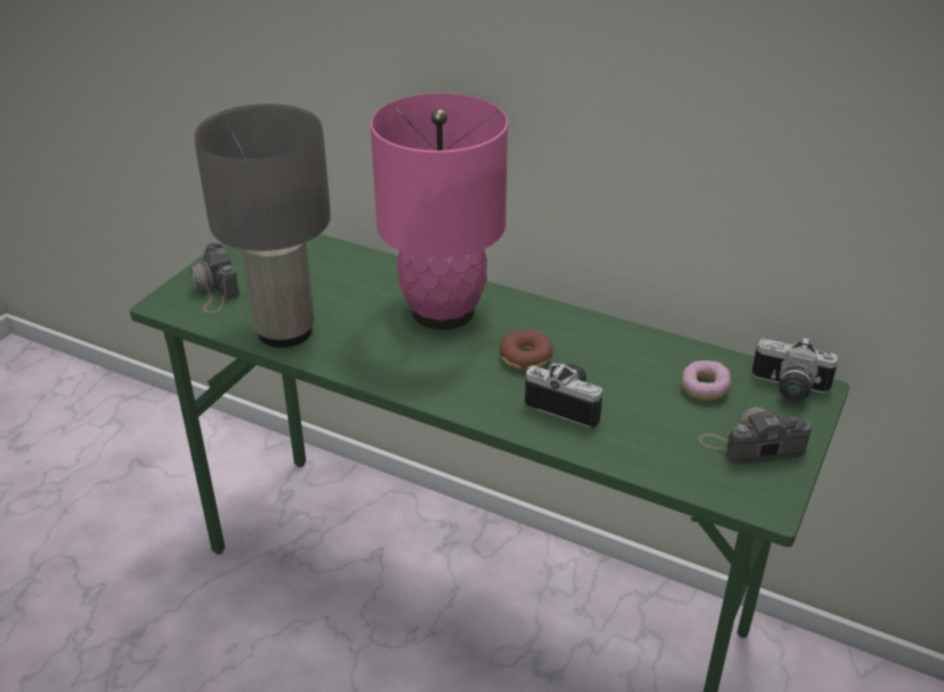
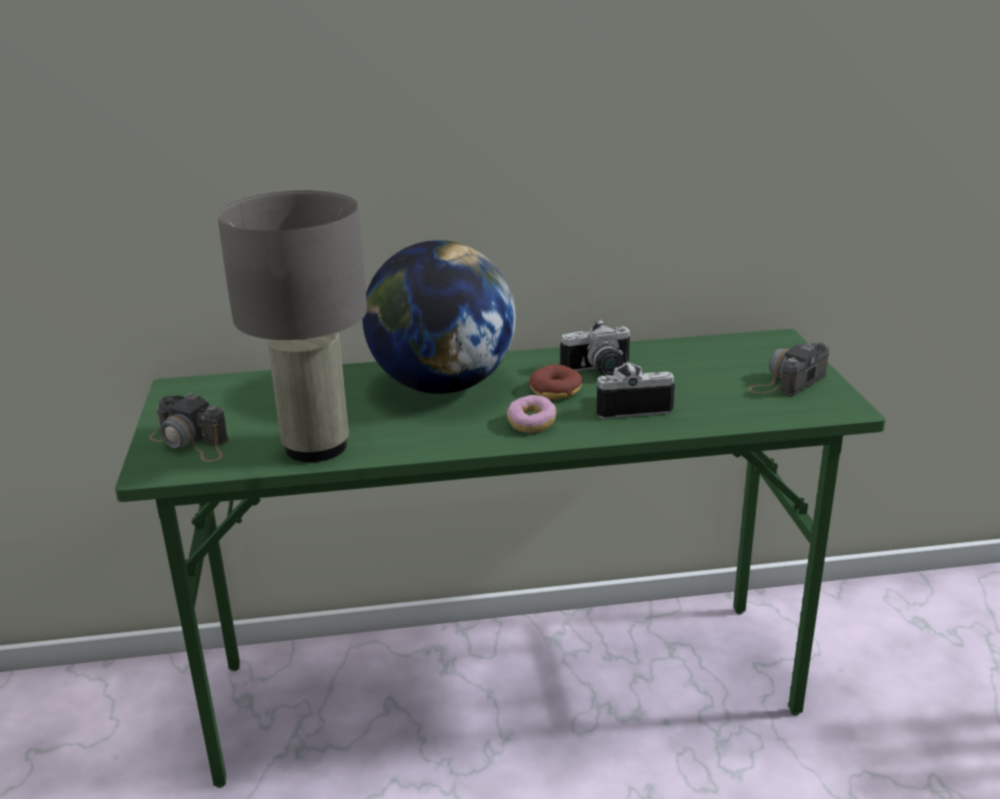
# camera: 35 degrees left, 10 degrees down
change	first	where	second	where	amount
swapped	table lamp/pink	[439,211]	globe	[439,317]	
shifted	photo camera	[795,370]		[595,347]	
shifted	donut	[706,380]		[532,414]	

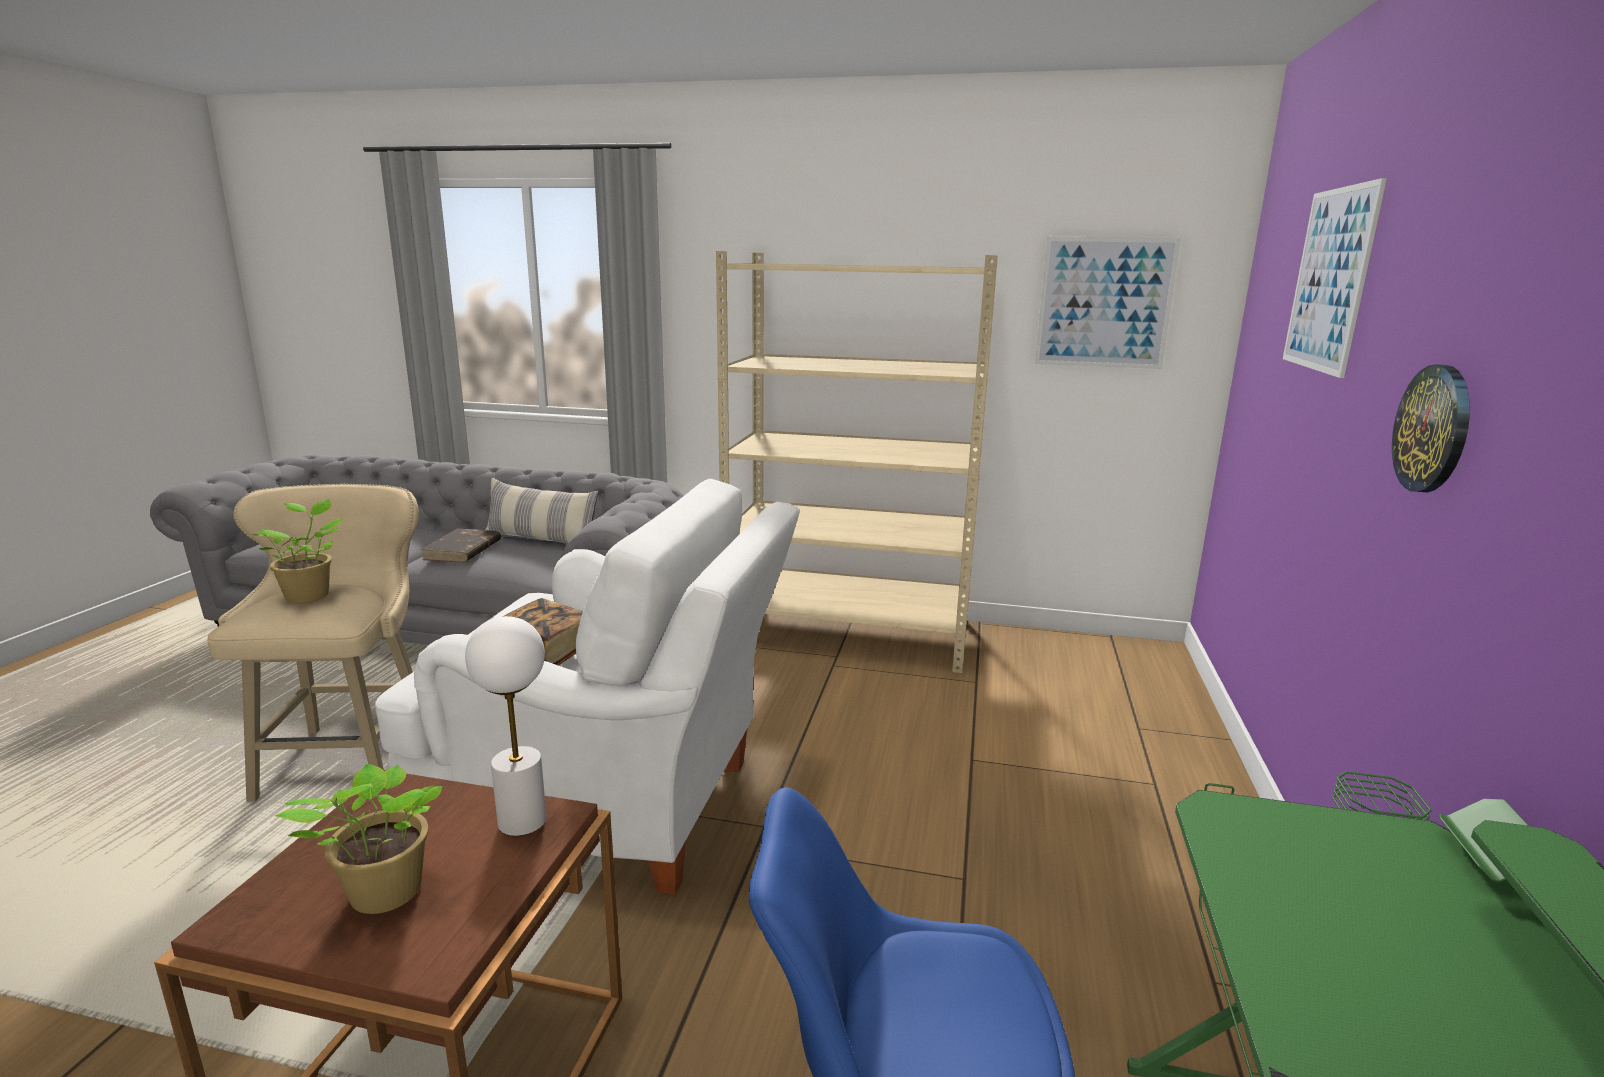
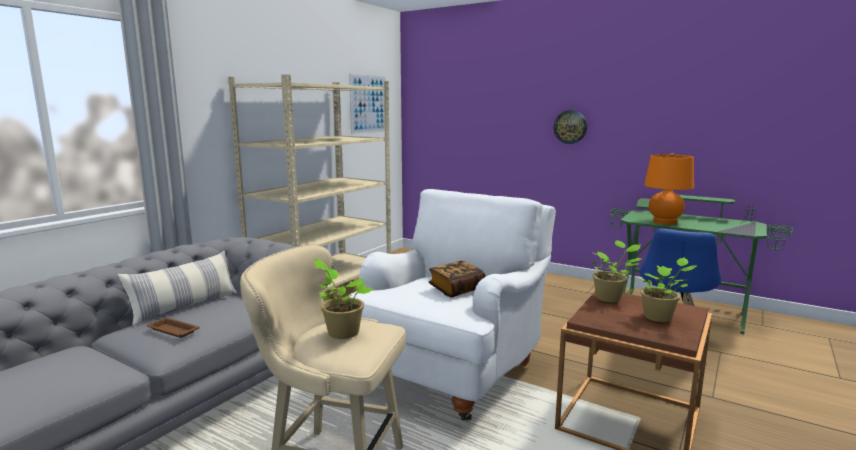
# camera: 70 degrees left, 5 degrees down
change	first	where	second	where	amount
gone	picture	[1335,278]			
swapped	book/brown	[460,546]	tray/brown	[173,328]	
swapped	table lamp/white	[506,726]	potted plant	[616,271]	
new			table lamp/orange	[669,189]	

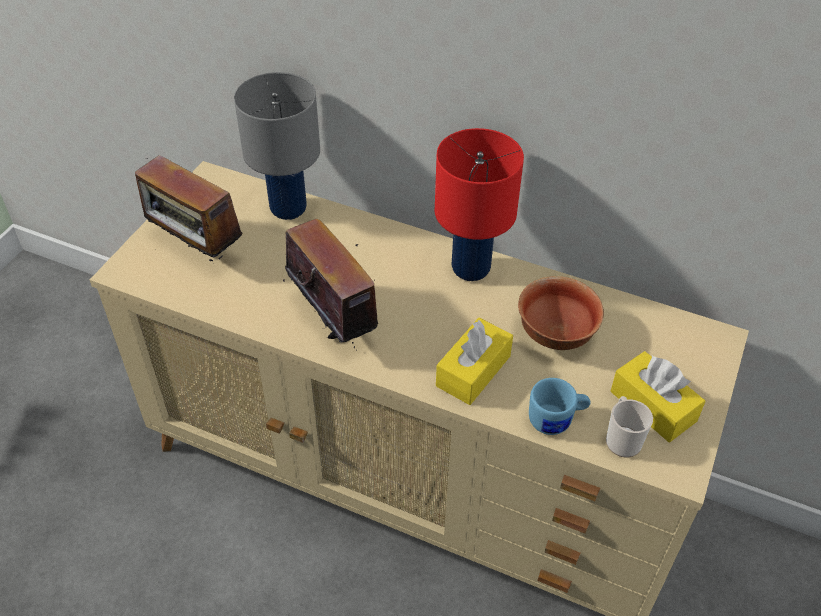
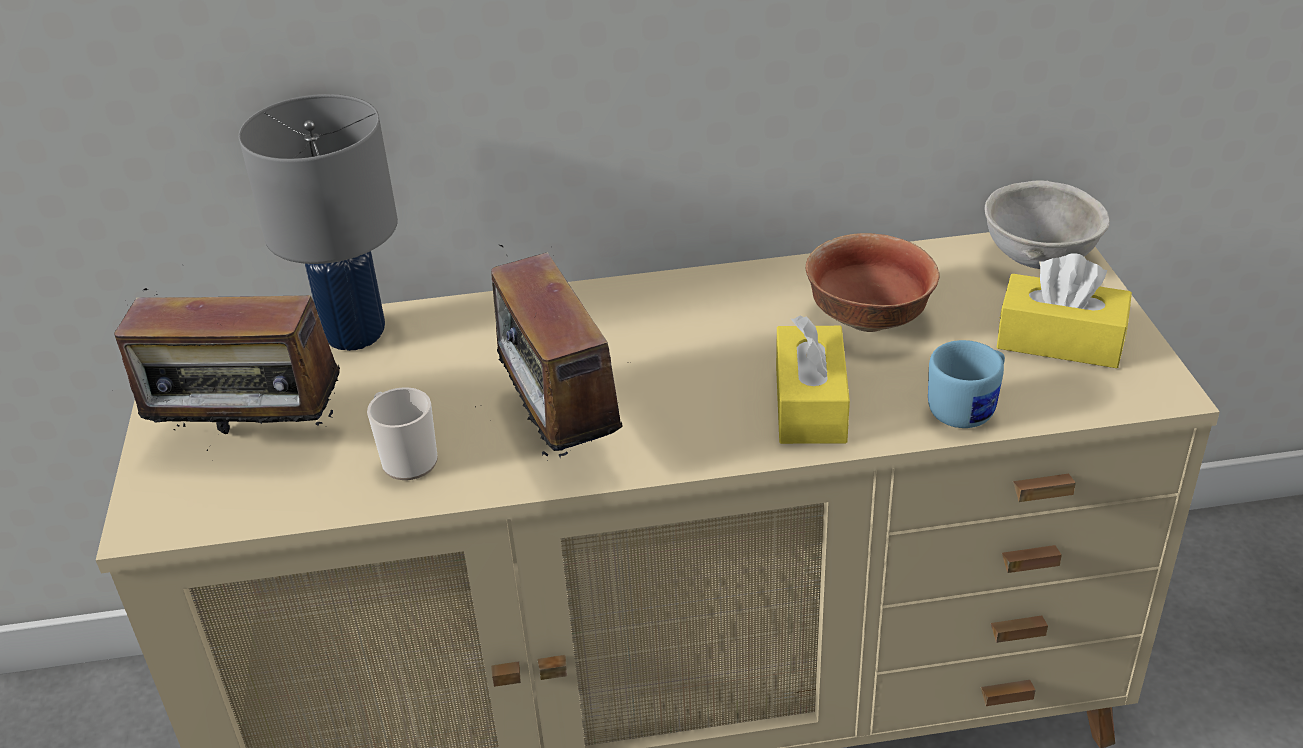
# camera: 30 degrees left, 10 degrees down
change	first	where	second	where	amount
gone	table lamp/red	[479,204]			
rotated	radio	[330,284]		[552,351]	135 degrees counterclockwise
shifted	mug	[629,427]		[402,433]	
new			bowl/grey	[1047,224]	

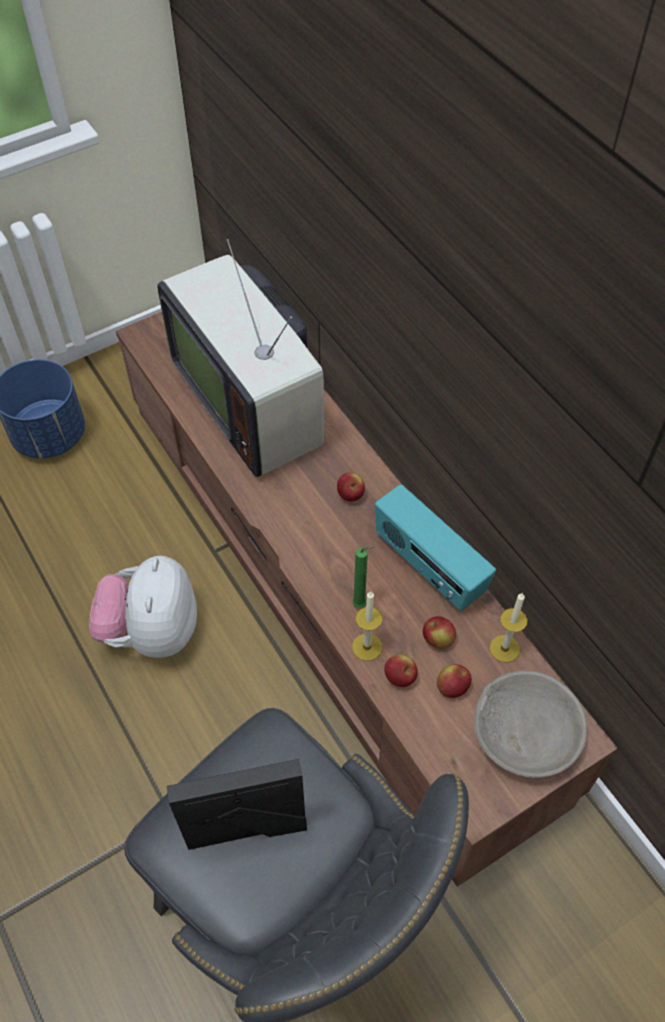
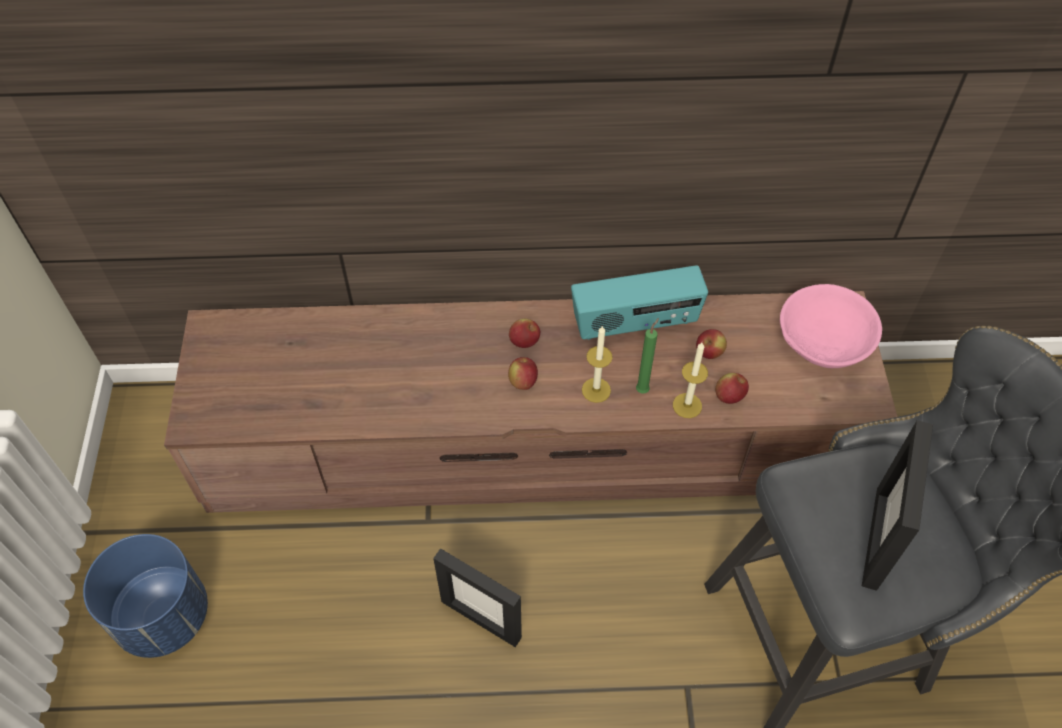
# camera: 60 degrees left, 0 degrees up
change	first	where	second	where	amount
gone	television	[240,358]			
swapped	plush toy	[143,607]	picture frame	[477,597]	
shifted	candle	[508,628]		[597,364]	
shifted	apple	[454,681]		[523,373]	
repainted	bowl/grey	[530,724]	bowl/pink	[831,326]	

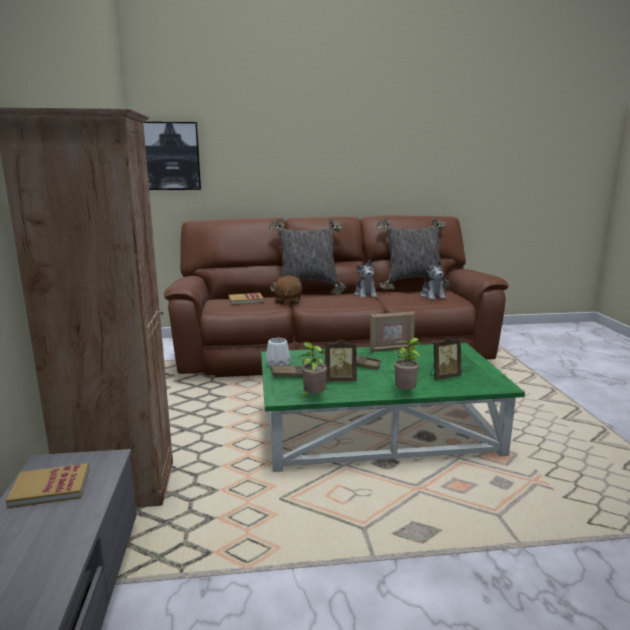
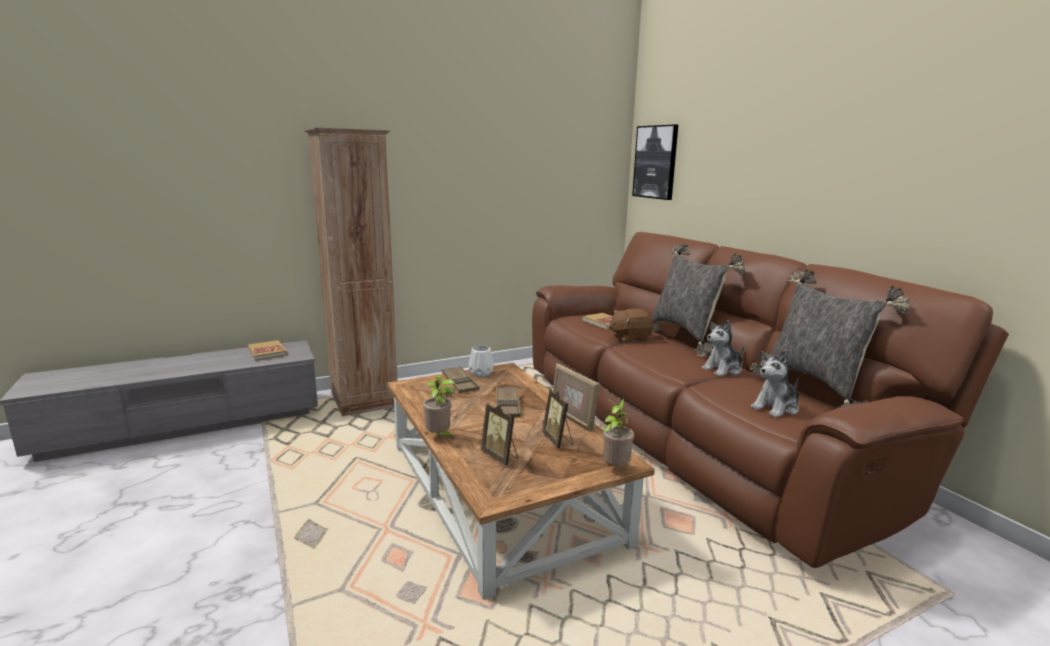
# camera: 70 degrees right, 0 degrees up
change	first	where	second	where	amount
shifted	picture frame	[341,360]		[557,418]	
shifted	potted plant	[312,370]		[618,432]	
repainted	coffee table/green	[393,407]	coffee table/brown	[521,481]	

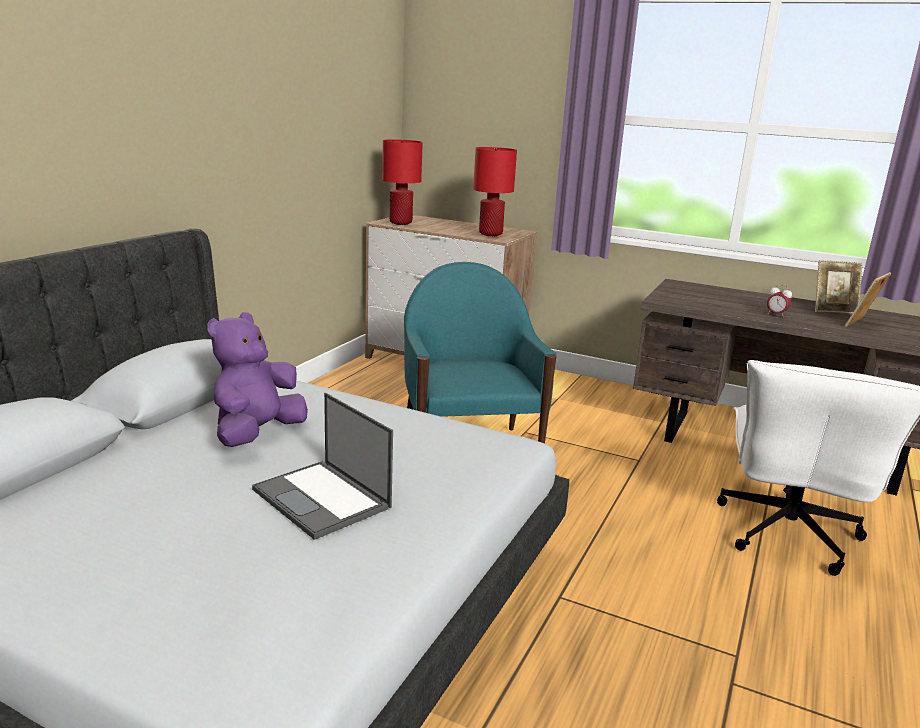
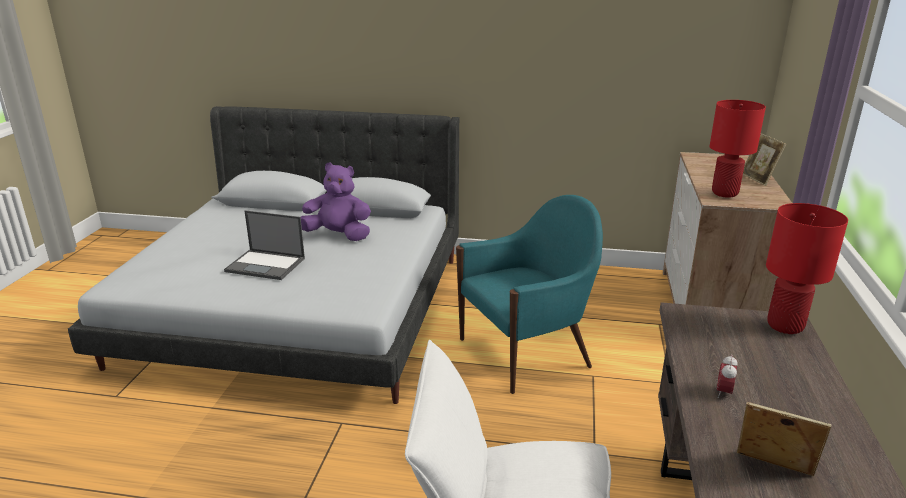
# camera: 75 degrees right, 5 degrees up
change	first	where	second	where	amount
shifted	table lamp/red	[402,182]		[807,268]	
shifted	picture frame	[839,287]		[764,159]	
rotated	laptop	[322,466]		[264,245]	105 degrees counterclockwise

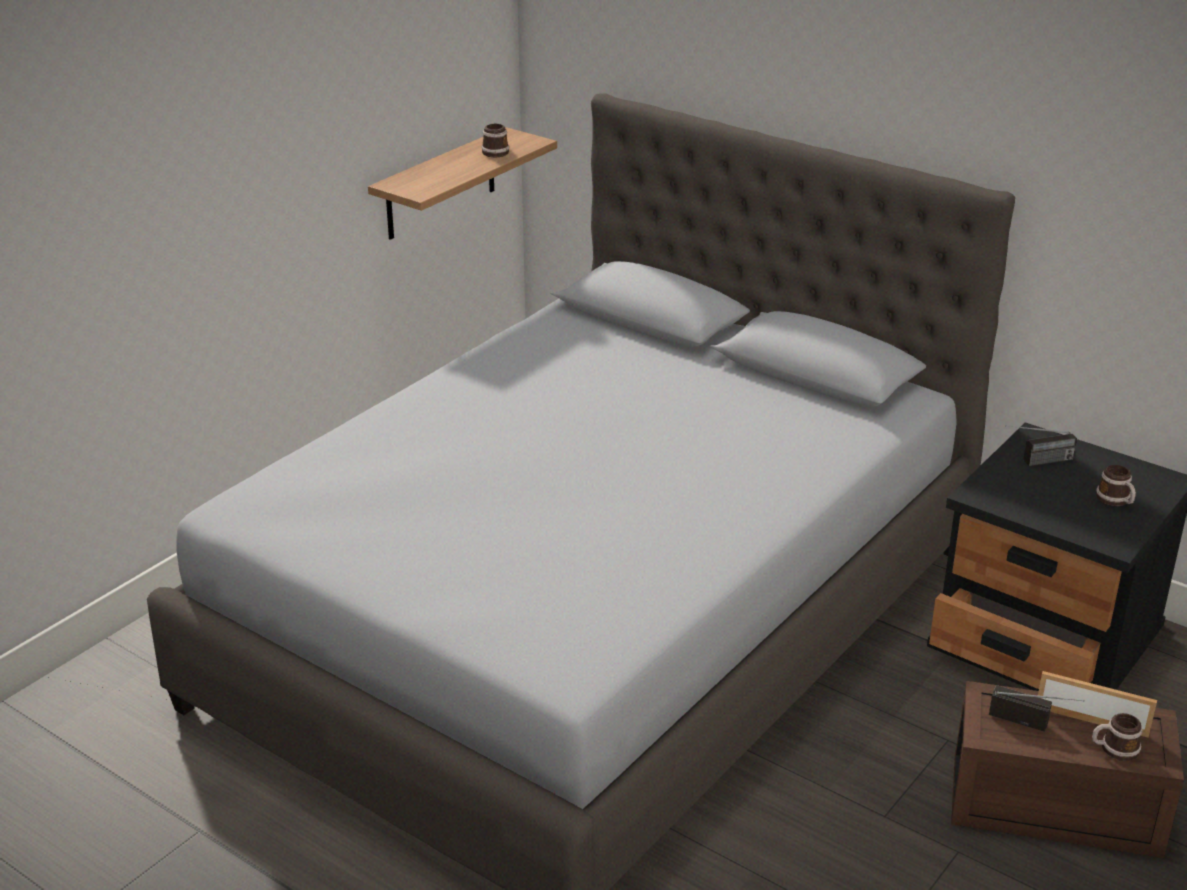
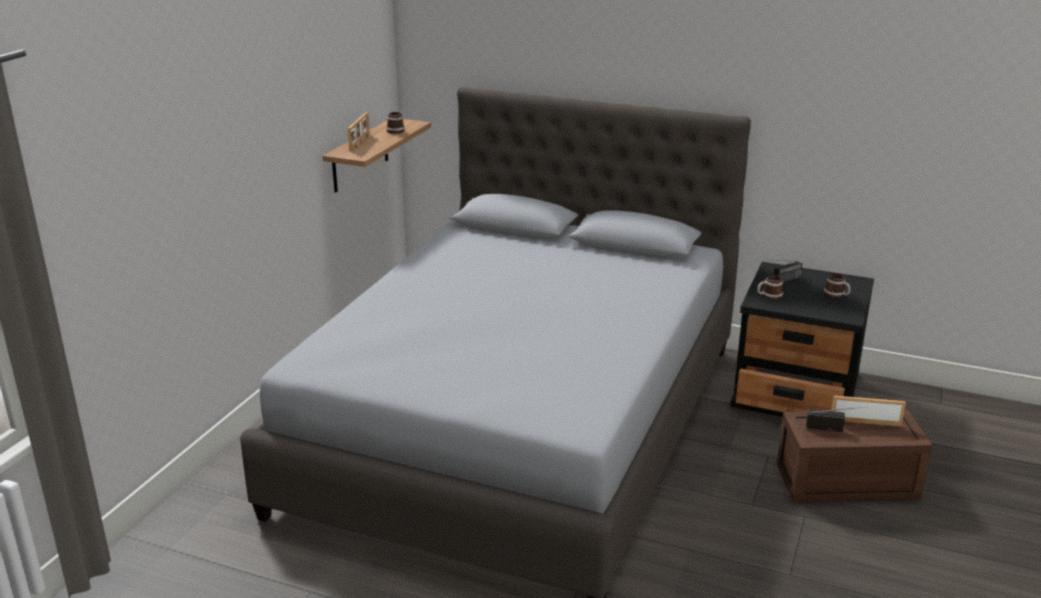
# camera: 15 degrees left, 5 degrees down
change	first	where	second	where	amount
shifted	mug	[1117,737]		[770,287]	
new			picture frame	[359,131]	

